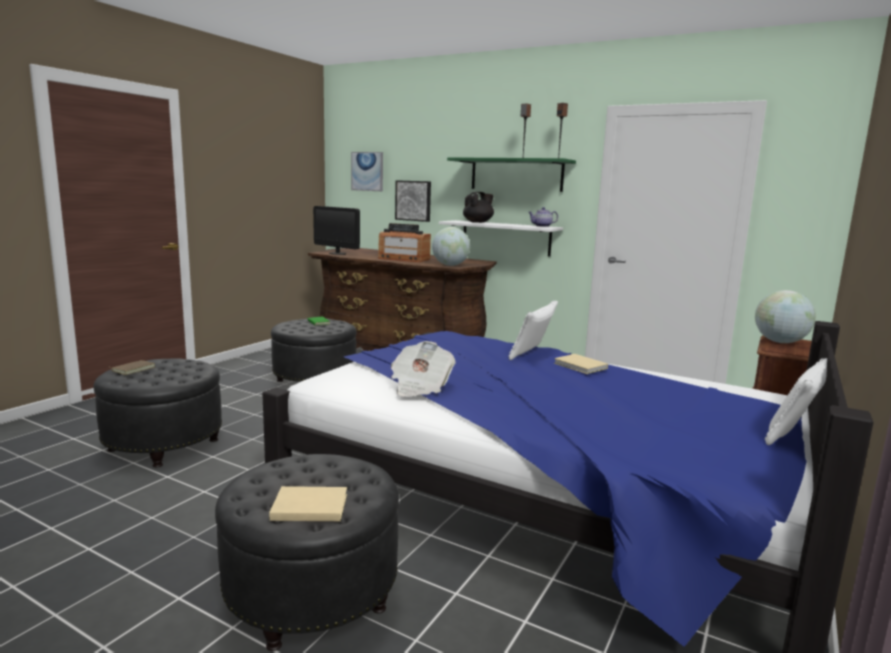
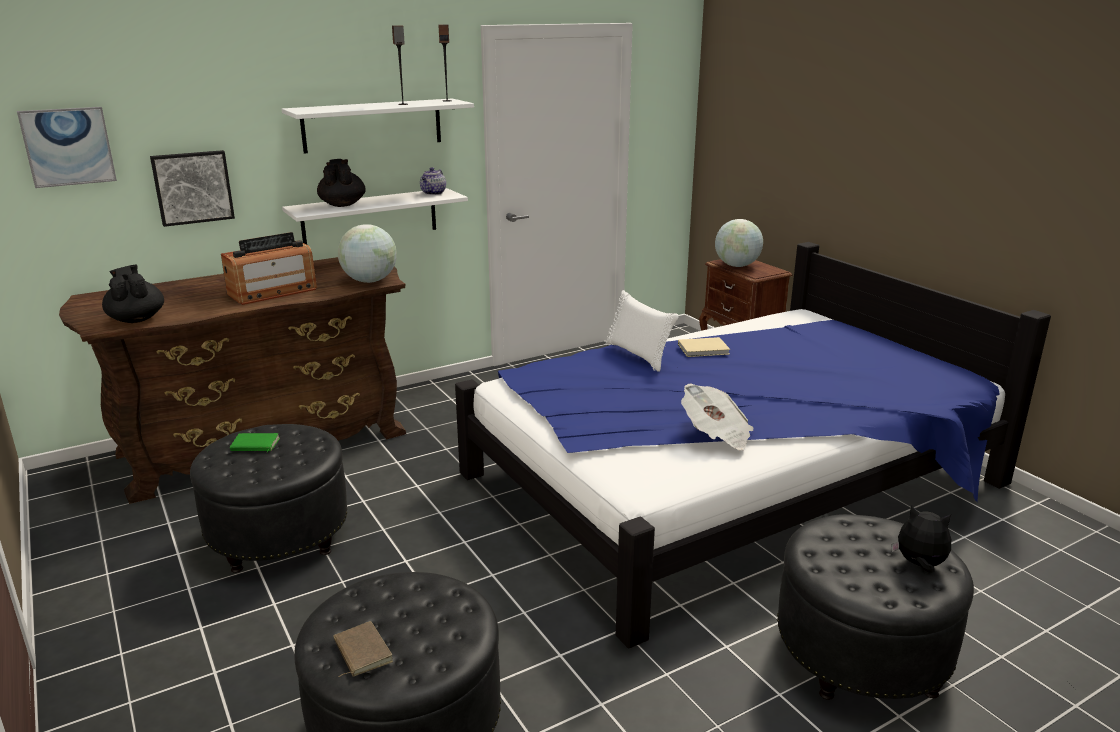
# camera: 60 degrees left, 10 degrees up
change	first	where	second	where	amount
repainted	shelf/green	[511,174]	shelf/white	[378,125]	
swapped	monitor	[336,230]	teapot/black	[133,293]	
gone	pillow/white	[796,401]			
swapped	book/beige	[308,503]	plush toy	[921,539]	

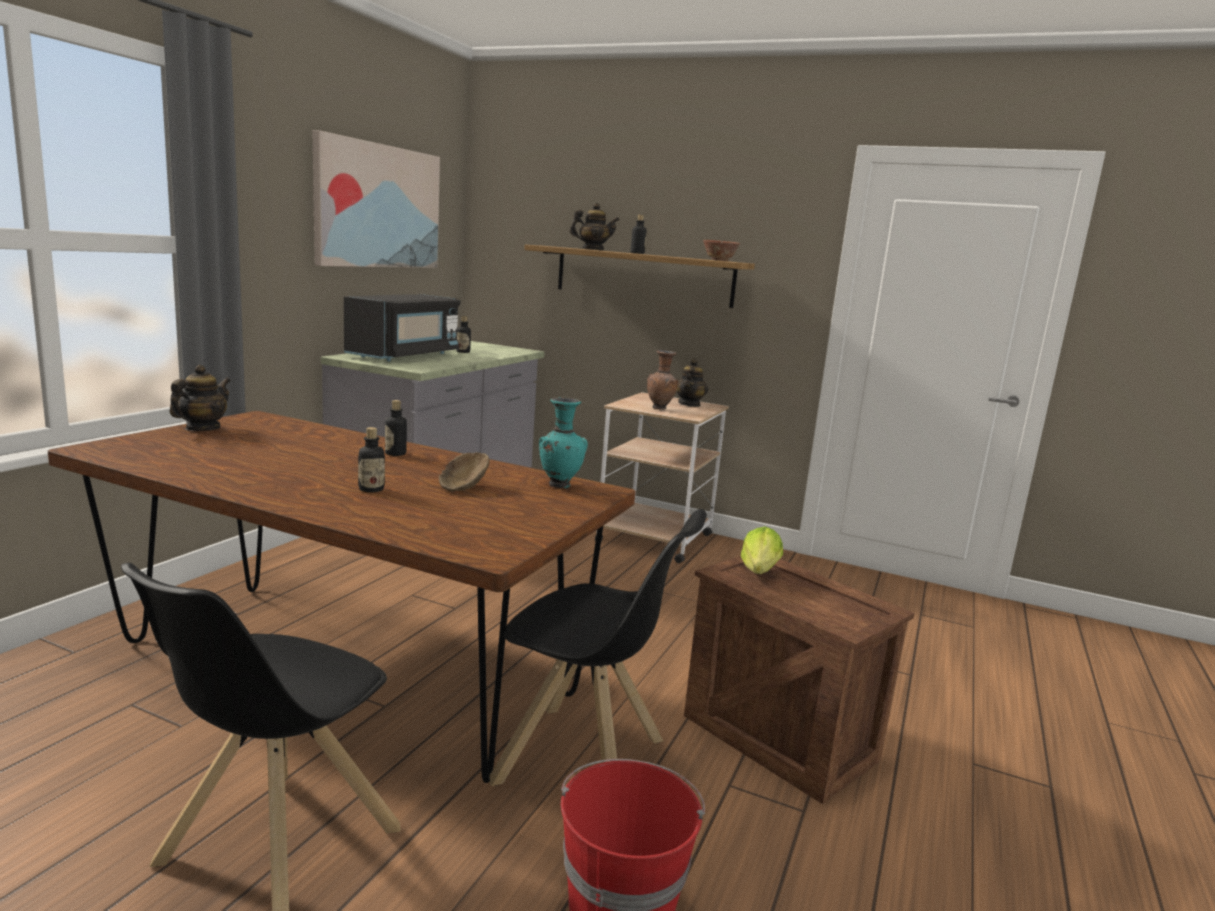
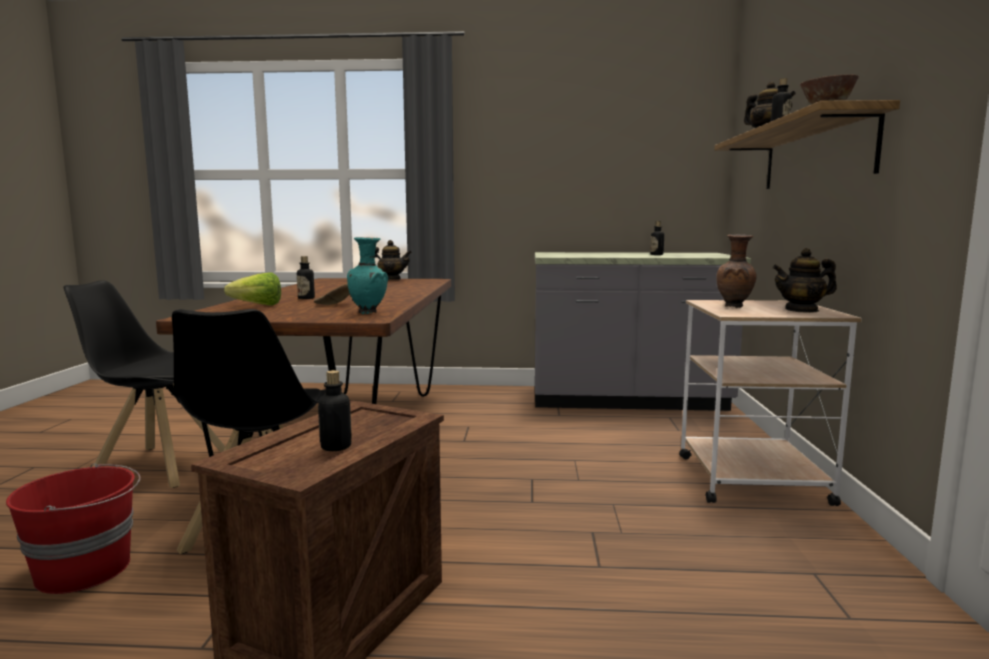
# camera: 70 degrees right, 5 degrees down
change	first	where	second	where	amount
gone	picture	[376,199]			
gone	microwave/black	[402,327]			
shifted	bottle	[396,428]		[335,410]	
shifted	lettuce	[762,550]		[252,289]	

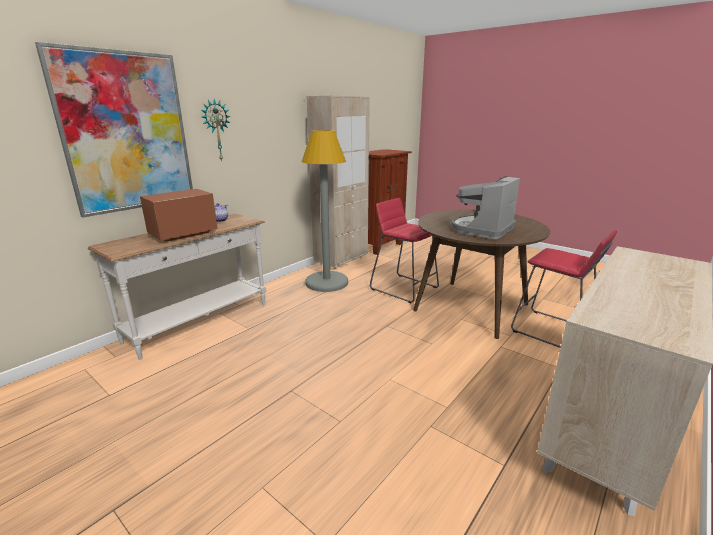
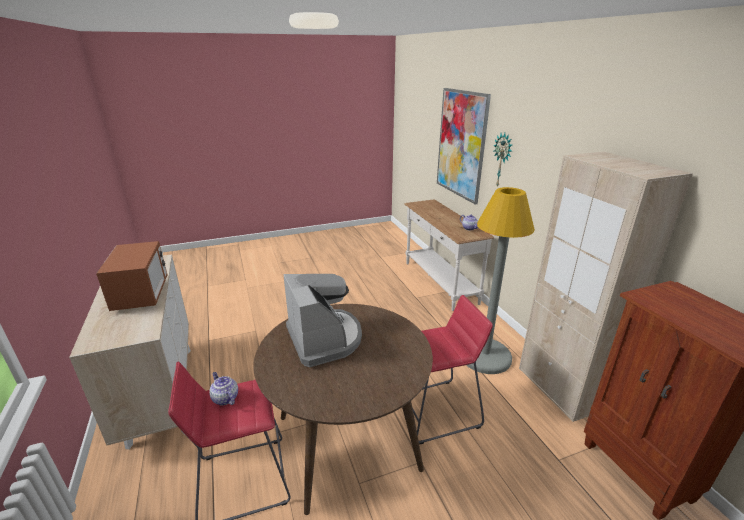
# camera: 120 degrees right, 5 degrees up
change	first	where	second	where	amount
shifted	microwave	[179,215]		[132,276]	
new			teapot	[223,389]	

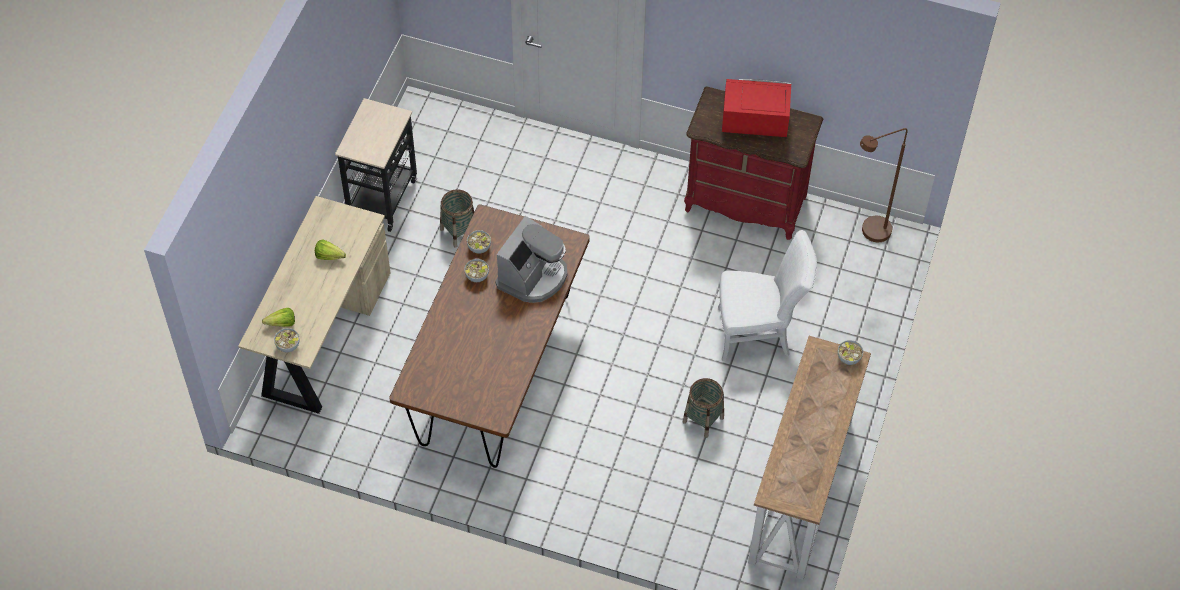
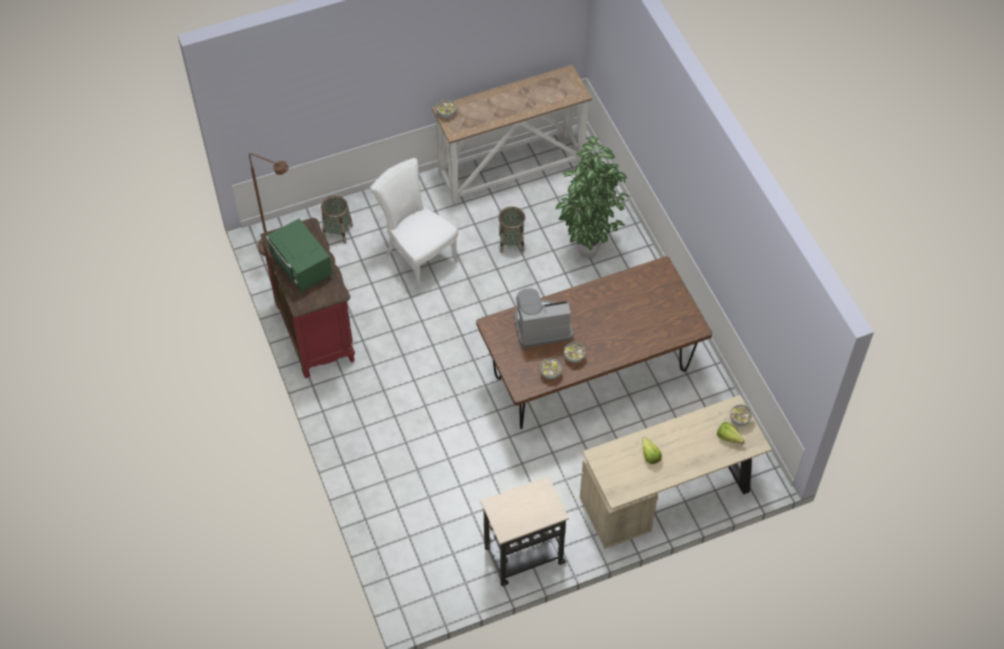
# camera: 130 degrees left, 0 degrees up
change	first	where	second	where	amount
repainted	microwave/red	[756,108]	microwave/green	[299,255]	
shifted	basket	[457,218]		[337,219]	
new			potted plant	[592,197]	

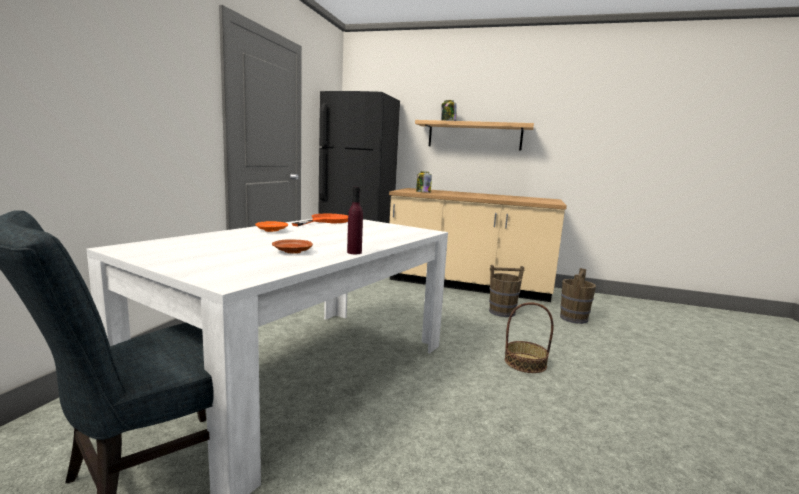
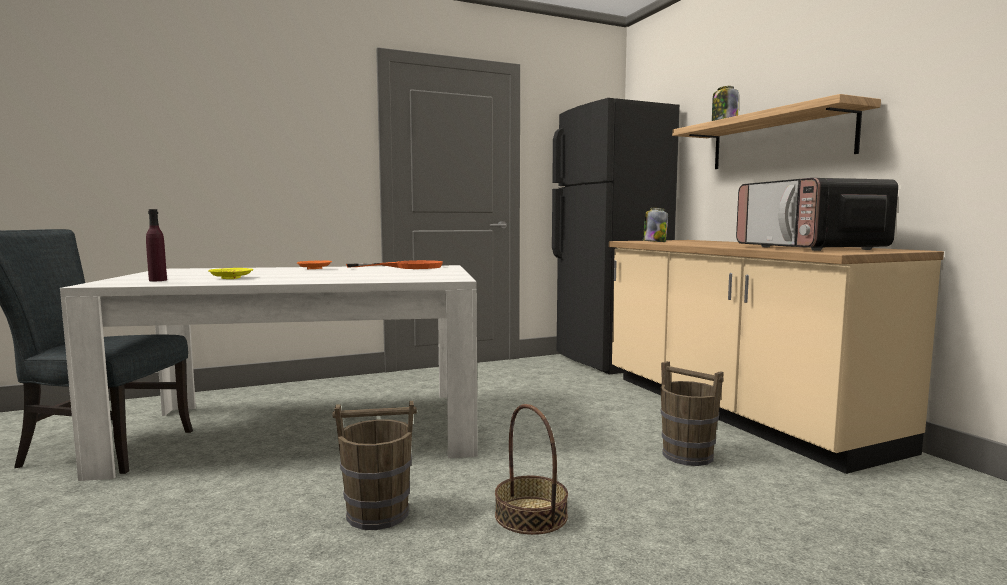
# camera: 50 degrees right, 5 degrees down
change	first	where	second	where	amount
shifted	bottle/purple	[355,220]		[156,245]	
repainted	plate/brown	[292,247]	plate/yellow	[230,273]	
shifted	bucket/brown	[578,296]		[375,465]	
new			microwave	[817,214]	

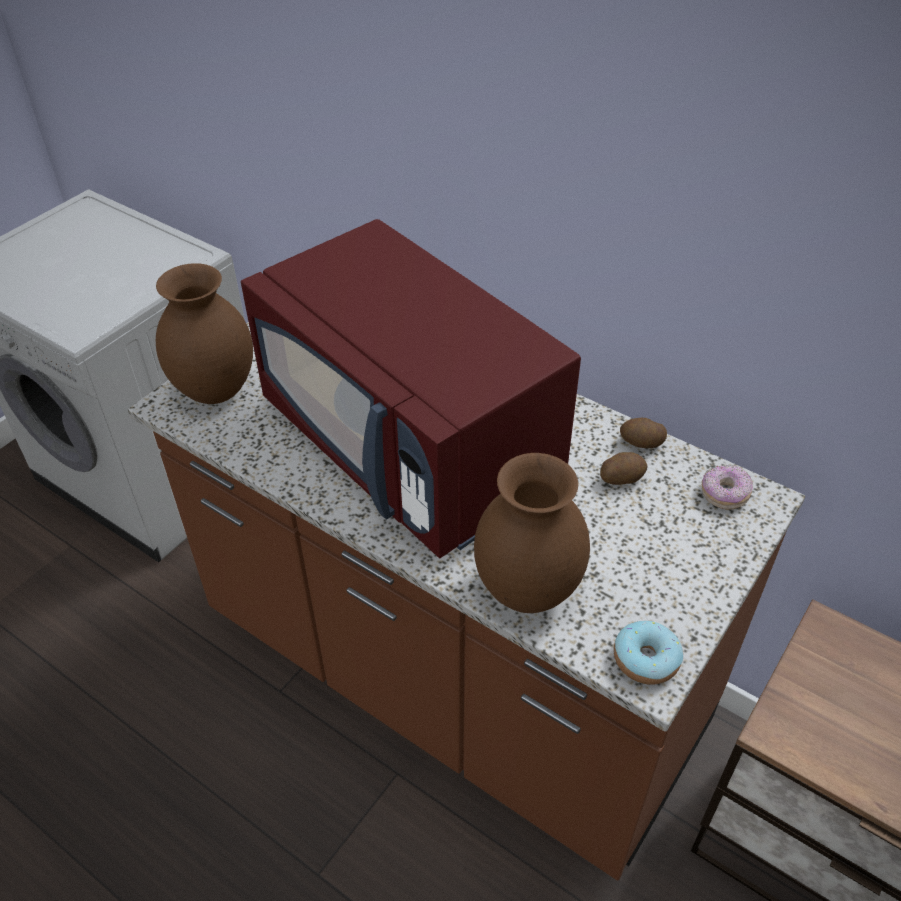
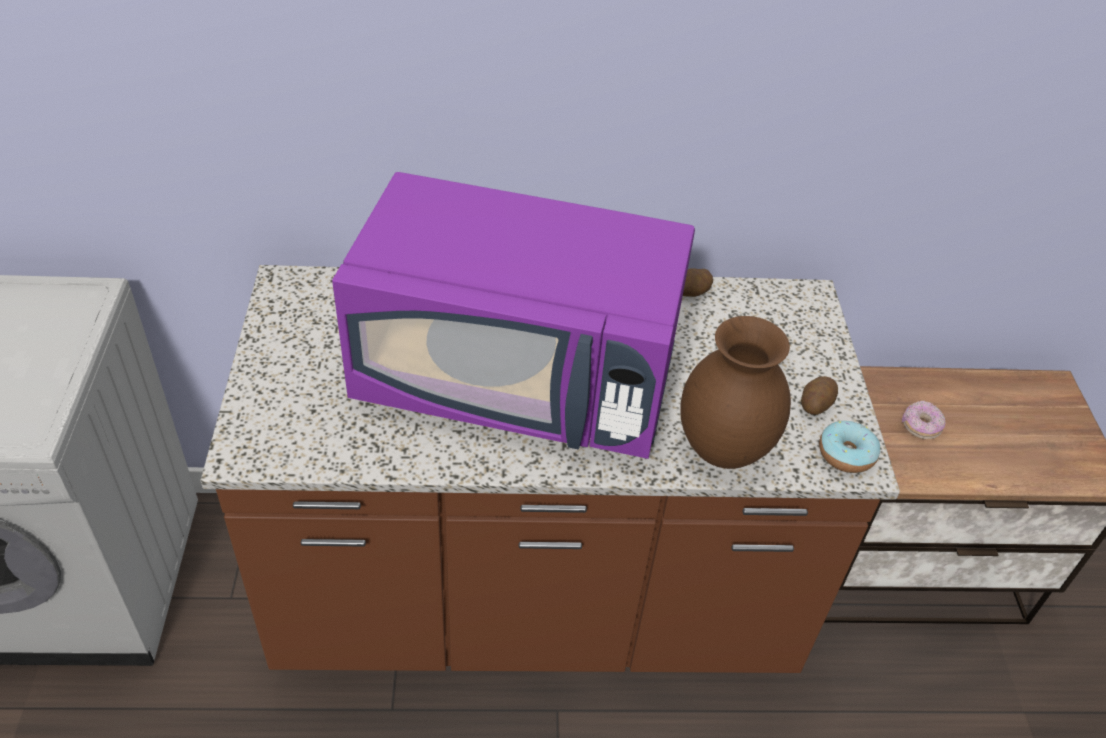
# camera: 40 degrees left, 0 degrees up
change	first	where	second	where	amount
repainted	microwave/red	[411,388]	microwave/purple	[513,315]	
gone	vase/brown	[204,333]			
shifted	potato	[624,468]		[819,395]	
shifted	donut	[727,487]		[924,420]	

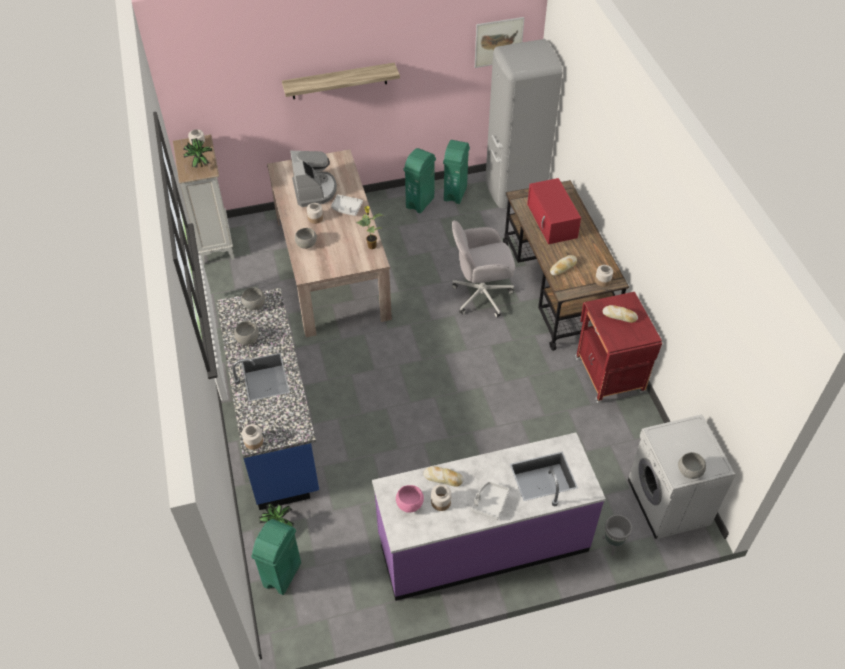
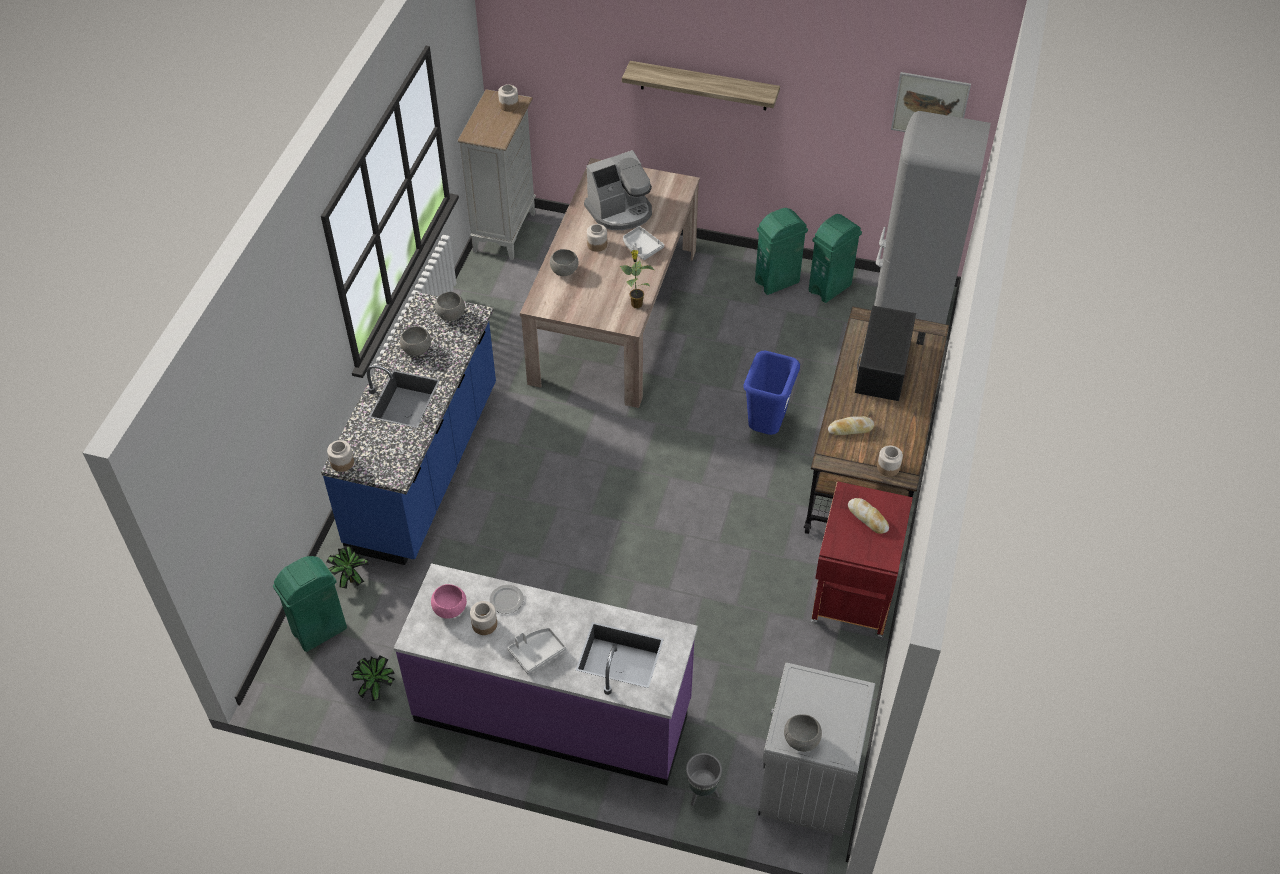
# camera: 30 degrees right, 0 degrees up
change	first	where	second	where	amount
shifted	potted plant	[197,153]		[373,678]	
rotated	coffee machine	[313,179]		[618,190]	45 degrees clockwise
repainted	microwave/red	[554,211]	microwave/black	[885,353]	
swapped	office chair/grey	[483,268]	trash can/blue	[771,393]	
swapped	bread	[443,476]	plate	[507,599]	

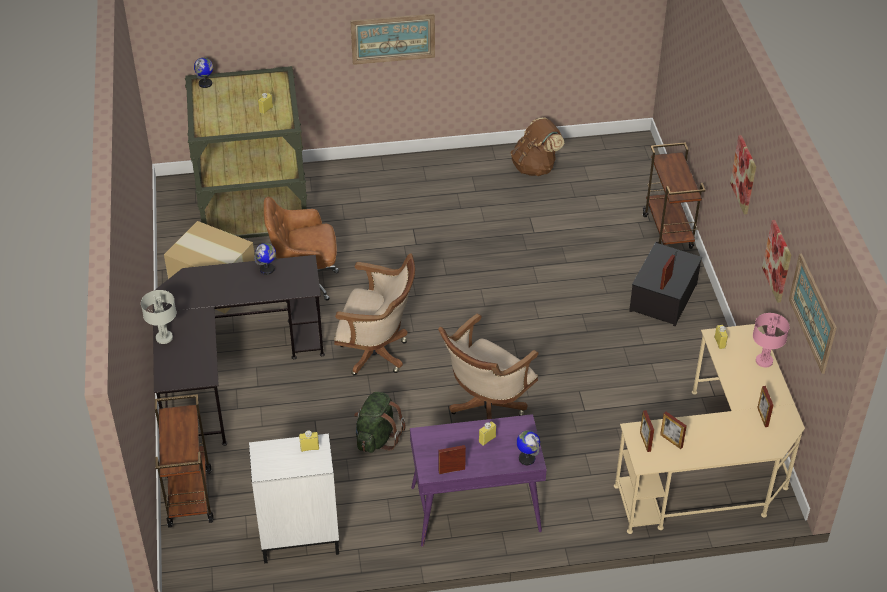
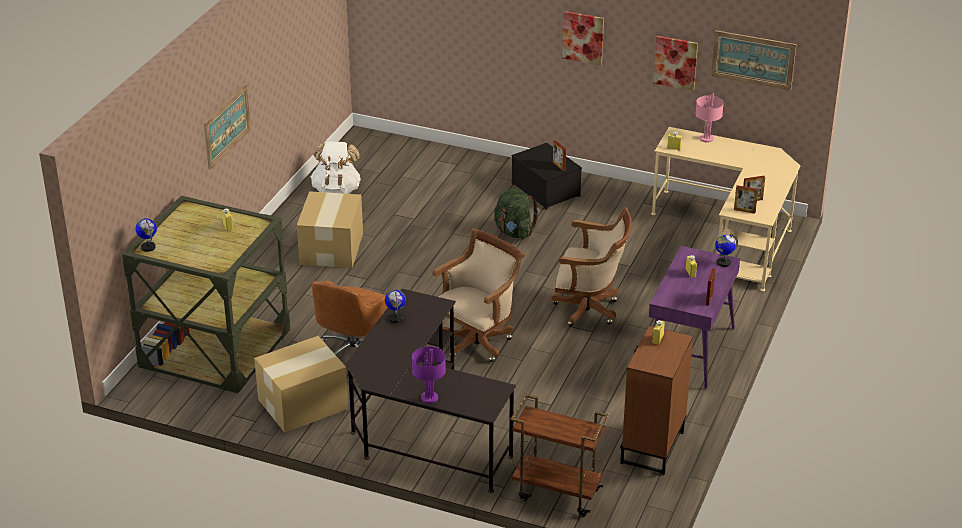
# camera: 60 degrees left, 10 degrees down
change	first	where	second	where	amount
repainted	backpack/brown	[537,146]	backpack/white	[336,167]	
gone	cart/brown	[674,195]			
repainted	table lamp/grey	[158,317]	table lamp/purple	[429,375]	
rotated	office chair	[488,366]		[591,267]	60 degrees counterclockwise
gone	picture frame	[765,406]			
shifted	backpack/green	[380,422]		[516,213]	
repainted	dresser/white	[294,498]	dresser/brown	[657,400]	
new			cardboard box	[330,229]	

